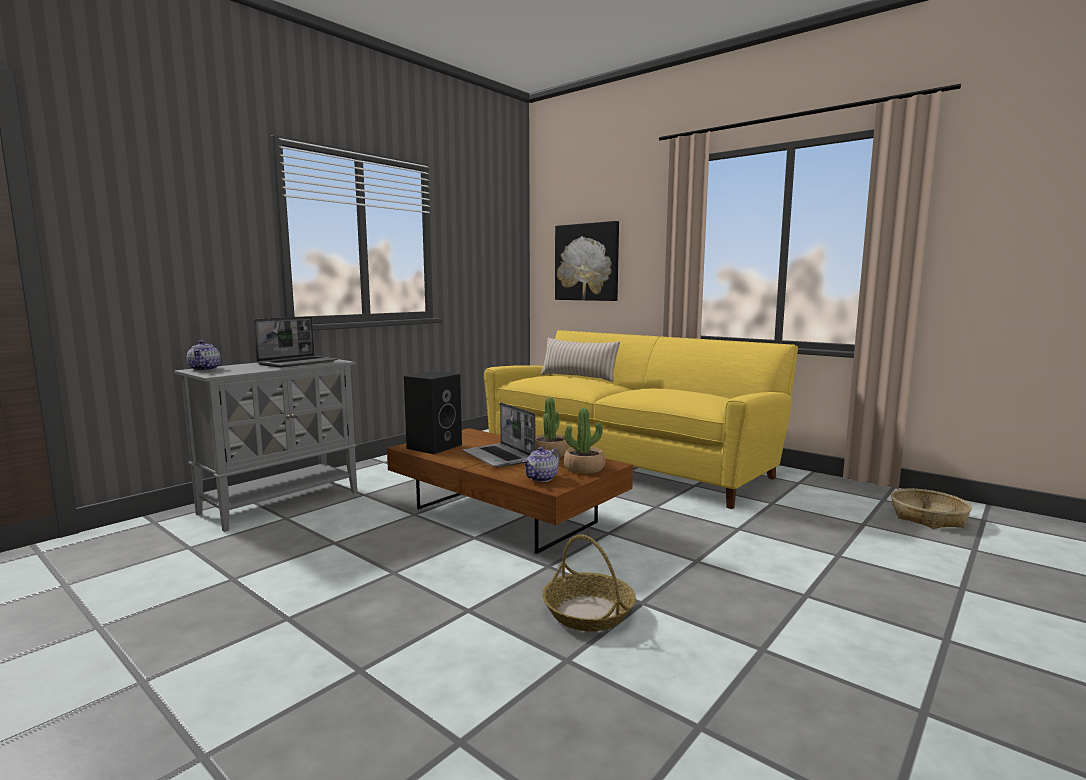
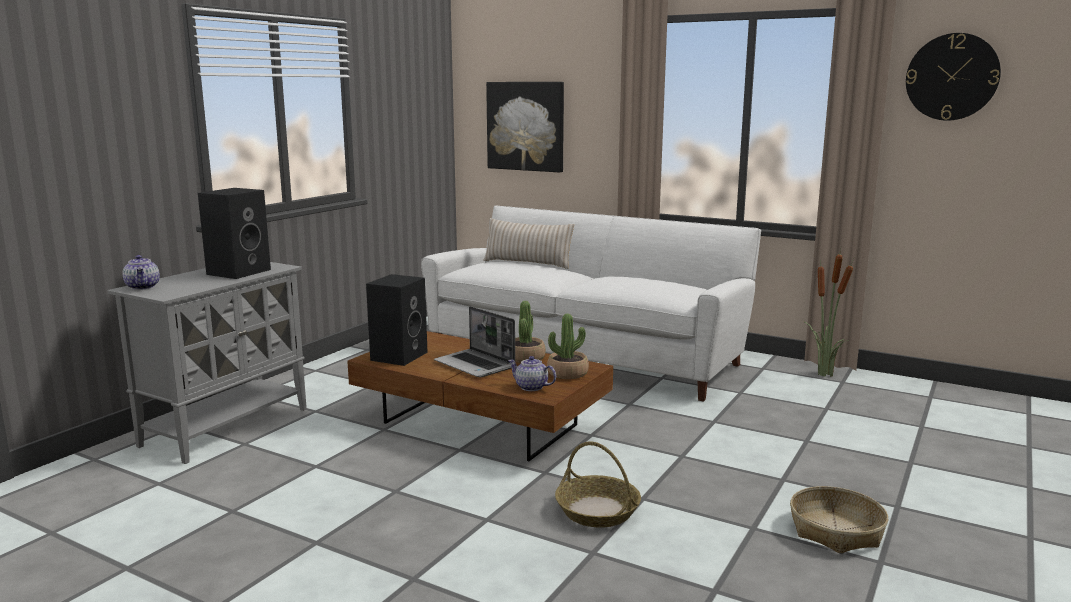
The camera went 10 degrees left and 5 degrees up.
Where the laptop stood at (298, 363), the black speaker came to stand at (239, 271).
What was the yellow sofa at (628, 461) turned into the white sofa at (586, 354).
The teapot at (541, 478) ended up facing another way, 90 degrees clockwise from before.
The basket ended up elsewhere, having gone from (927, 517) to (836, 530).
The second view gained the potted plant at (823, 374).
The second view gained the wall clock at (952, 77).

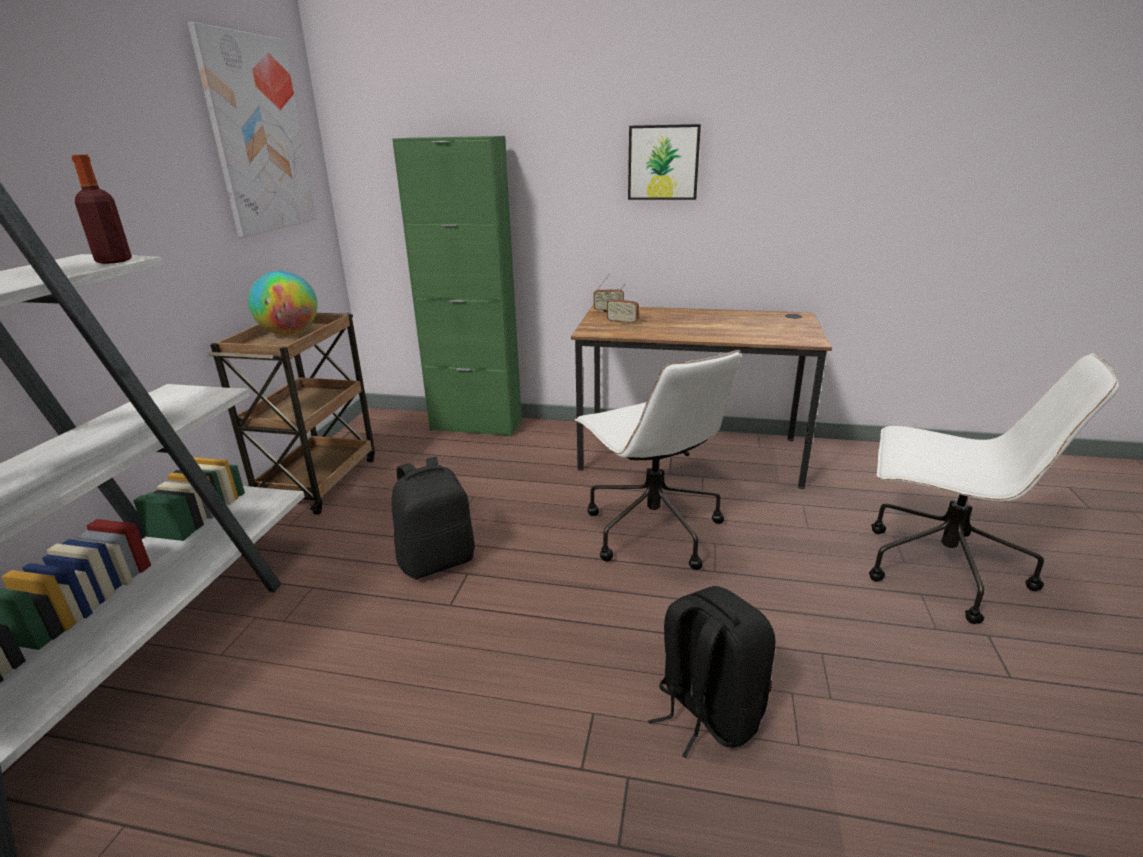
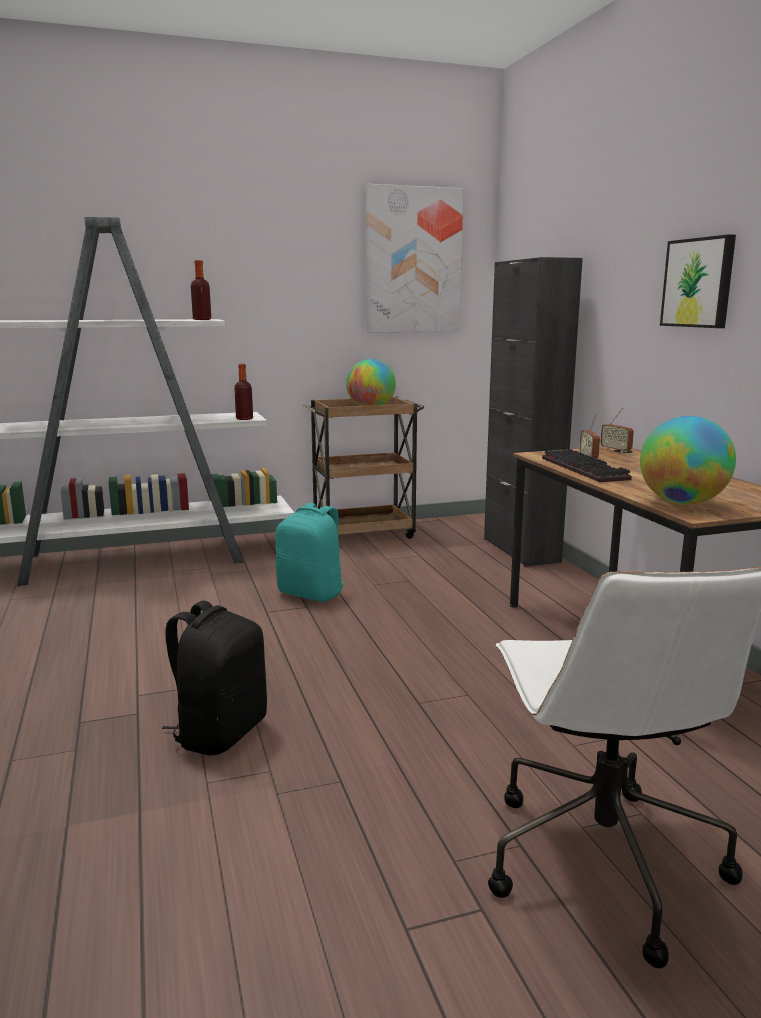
The camera went 60 degrees right and 10 degrees down.
The second view gained the bottle at (244, 419).
What was the black backpack at (437, 560) turned into the turquoise backpack at (312, 593).
What was the green cabinet at (476, 425) turned into the black cabinet at (521, 550).
The second view gained the keyboard at (587, 469).
The second view gained the globe at (682, 503).
The second view lost the white office chair at (651, 529).

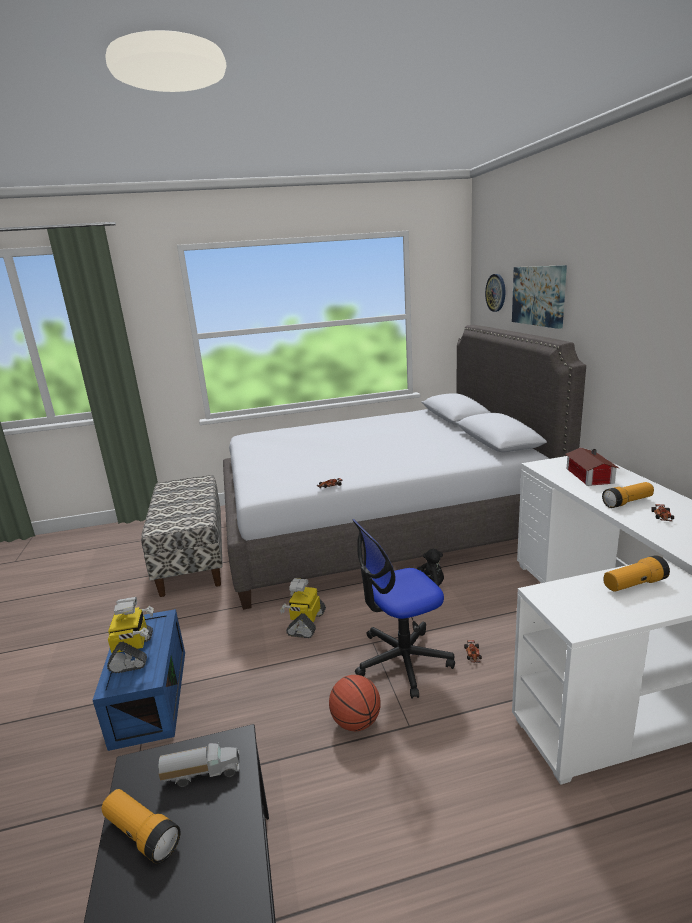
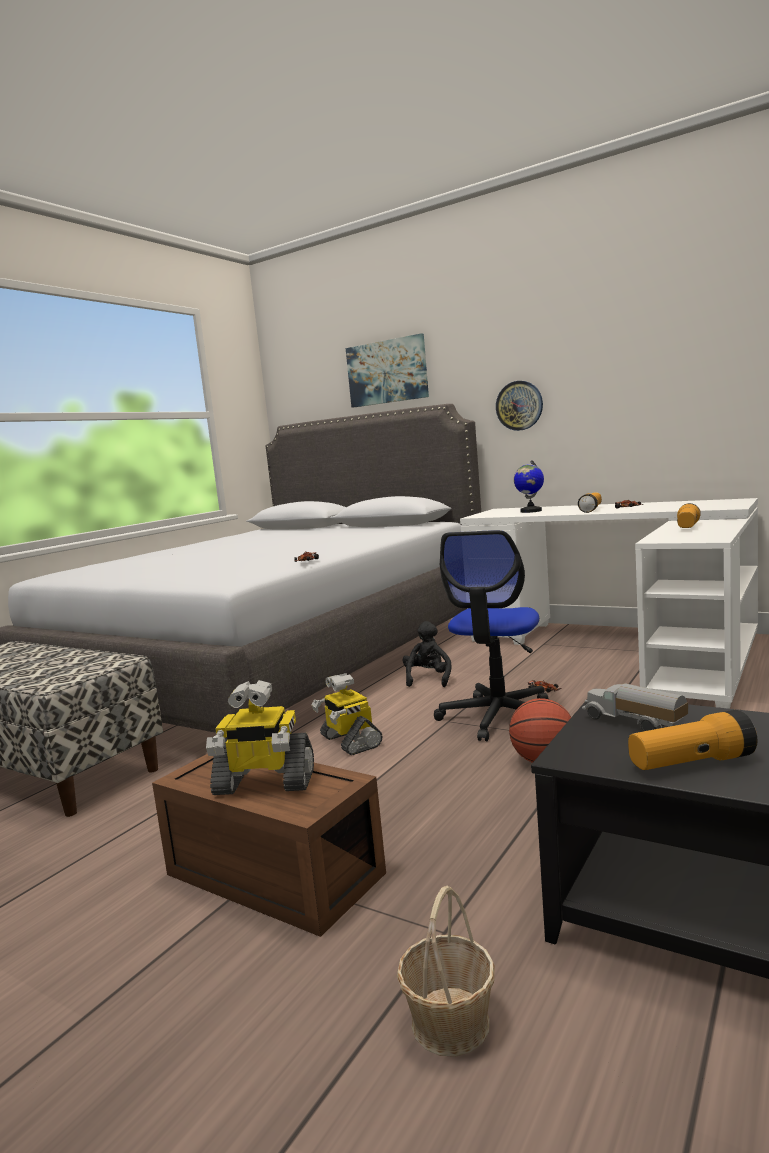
The camera went 45 degrees left and 10 degrees down.
What was the blue storage box at (149, 695) turned into the brown storage box at (269, 875).
The toy robot at (134, 653) ended up facing another way, 150 degrees clockwise from before.
The second view gained the basket at (449, 1023).
The wall clock ended up elsewhere, having gone from (496, 292) to (519, 405).
Where the toy house stood at (589, 476), the globe came to stand at (530, 511).
The toy truck at (202, 772) ended up facing another way, 75 degrees counterclockwise from before.

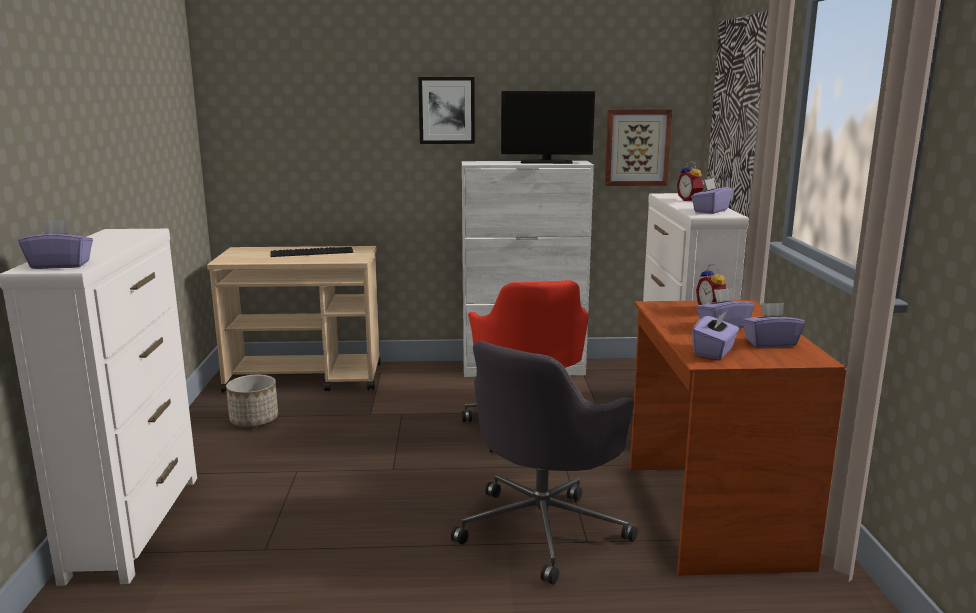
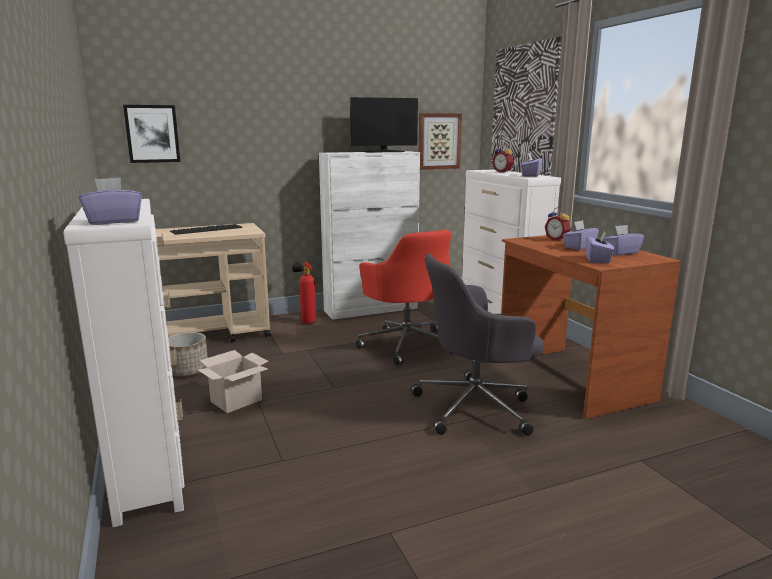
The camera went 20 degrees left and 0 degrees up.
The picture ended up elsewhere, having gone from (446, 110) to (152, 134).
The second view gained the cardboard box at (235, 401).
The second view gained the fire extinguisher at (306, 322).
The grey office chair at (543, 528) ended up facing another way, 60 degrees clockwise from before.

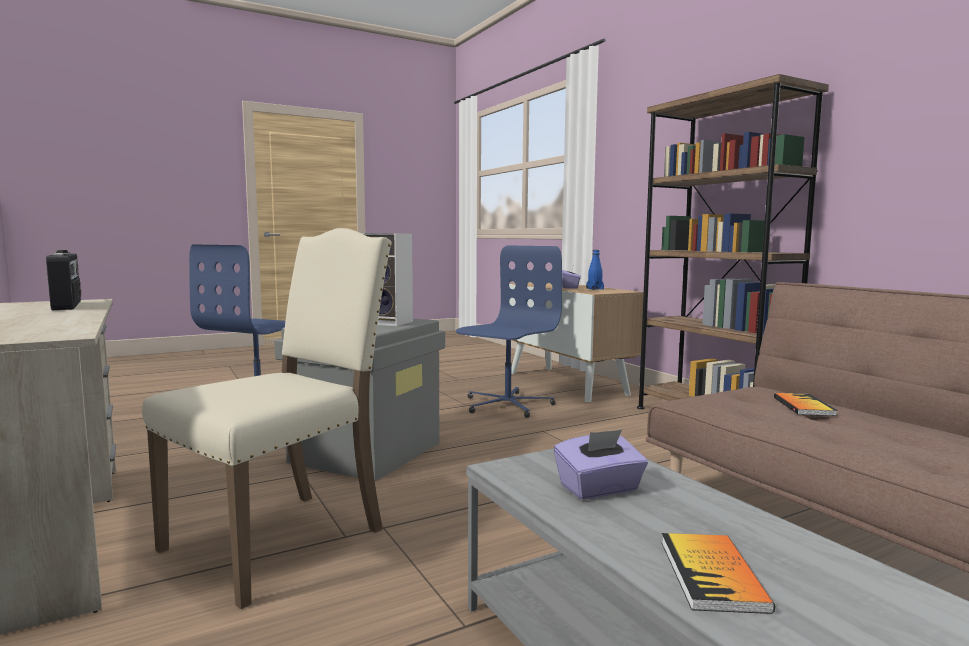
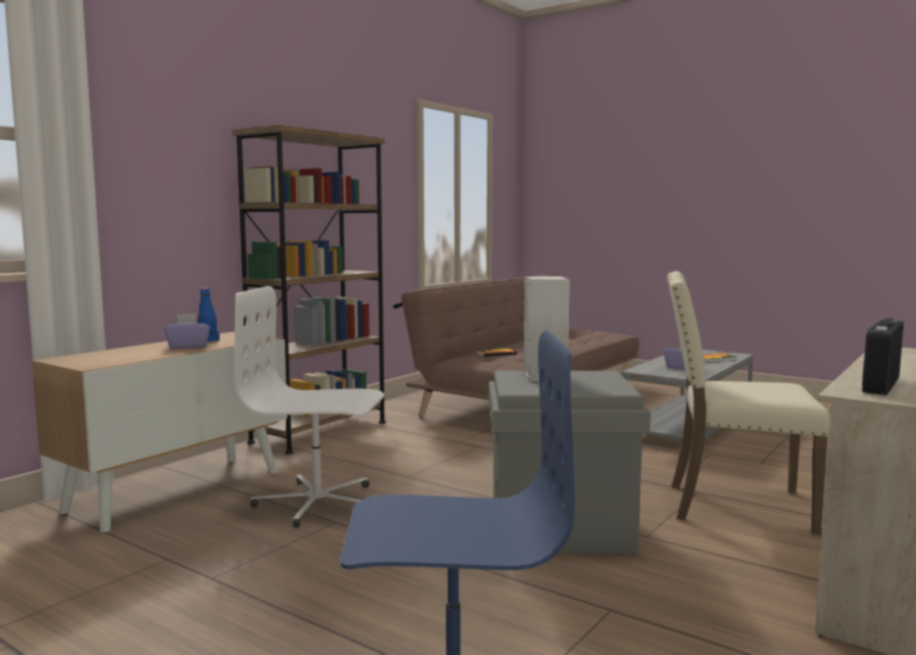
The camera went 115 degrees left and 0 degrees up.
What was the blue office chair at (506, 405) turned into the white office chair at (317, 503).

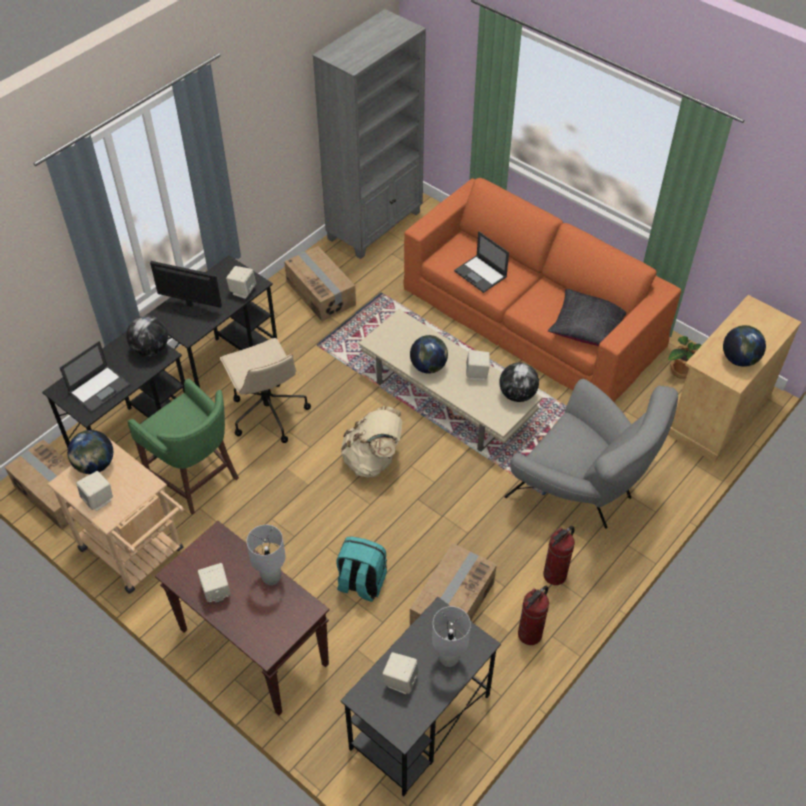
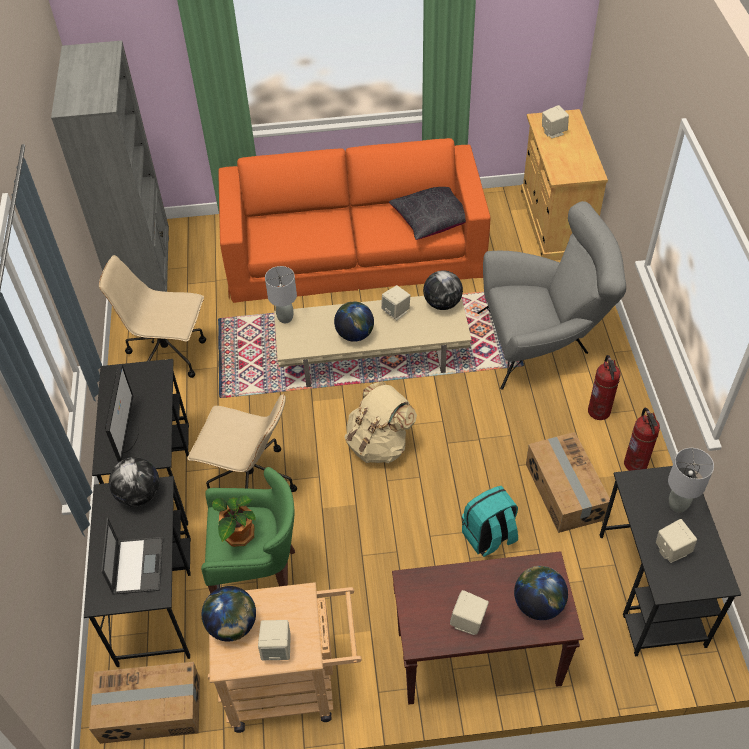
The camera went 45 degrees left and 0 degrees up.
Where the cardboard box stood at (321, 293), the beige office chair came to stand at (169, 355).
The monitor at (189, 307) ended up facing another way, 120 degrees clockwise from before.
The potted plant ended up elsewhere, having gone from (680, 370) to (238, 535).
The grey table lamp ended up elsewhere, having gone from (271, 577) to (285, 318).
The globe ended up elsewhere, having gone from (739, 359) to (538, 605).
The beige speaker ended up elsewhere, having gone from (242, 291) to (553, 132).
The second view lost the laptop at (481, 274).

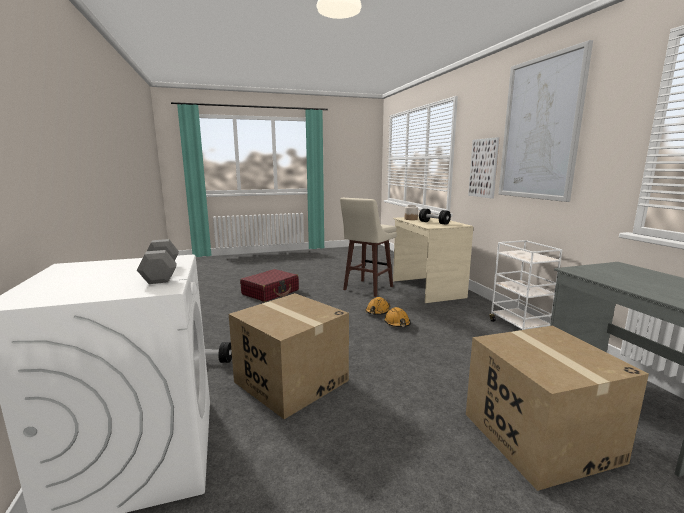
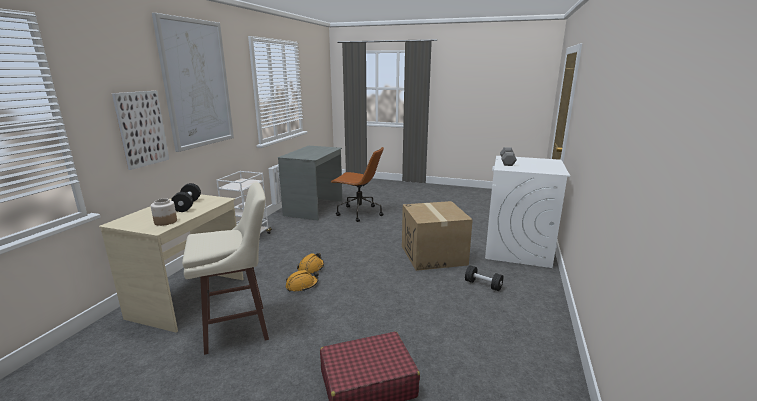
The camera went 145 degrees left and 5 degrees up.
Where the cardboard box stood at (539, 436), the brown office chair came to stand at (358, 213).

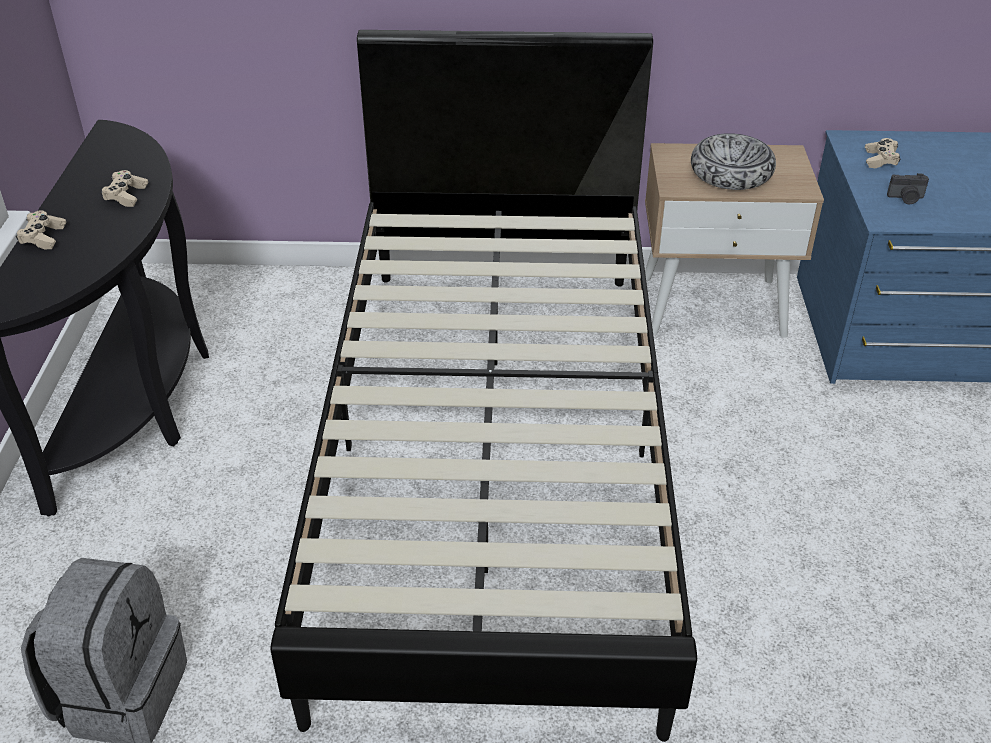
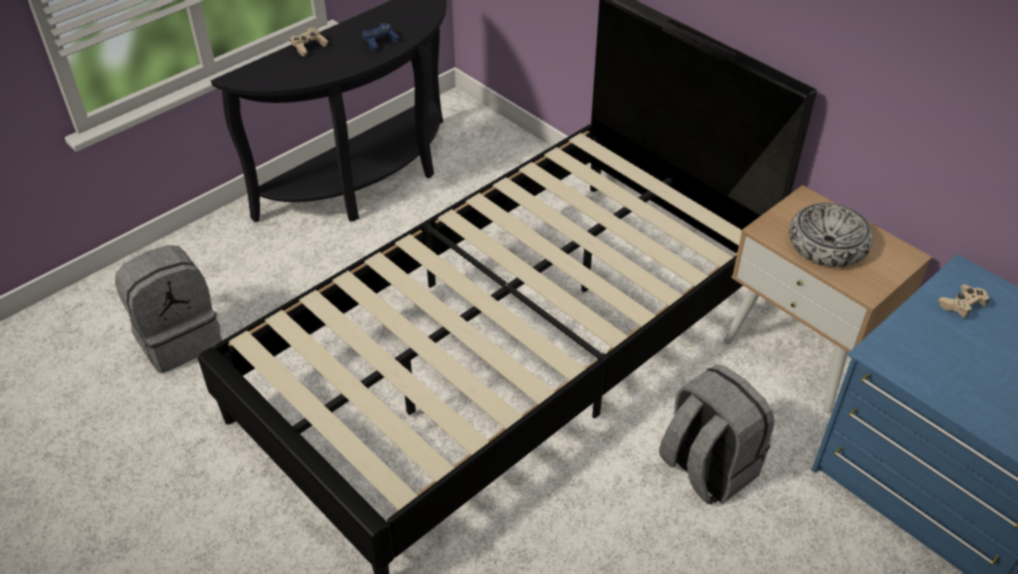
The camera went 45 degrees right and 5 degrees up.
What was the beige game controller at (126, 196) turned into the blue game controller at (380, 42).
The second view gained the grey backpack at (706, 468).
The second view lost the photo camera at (906, 198).

